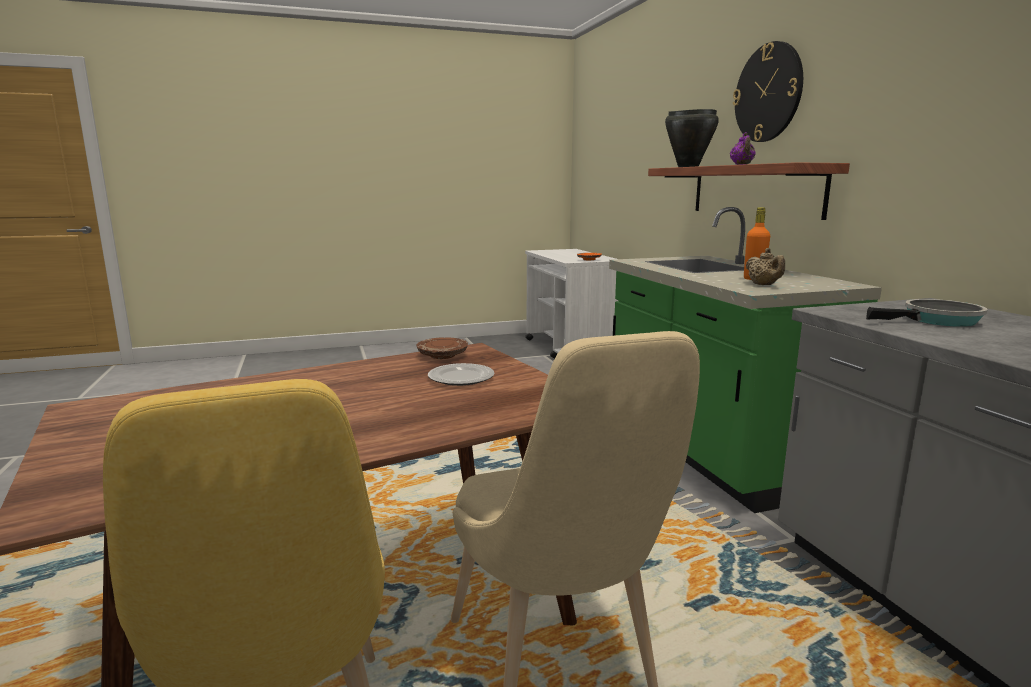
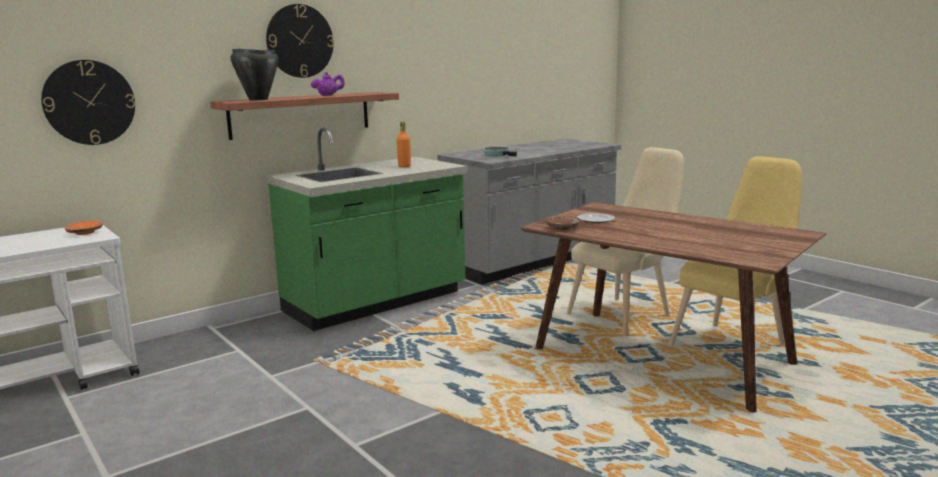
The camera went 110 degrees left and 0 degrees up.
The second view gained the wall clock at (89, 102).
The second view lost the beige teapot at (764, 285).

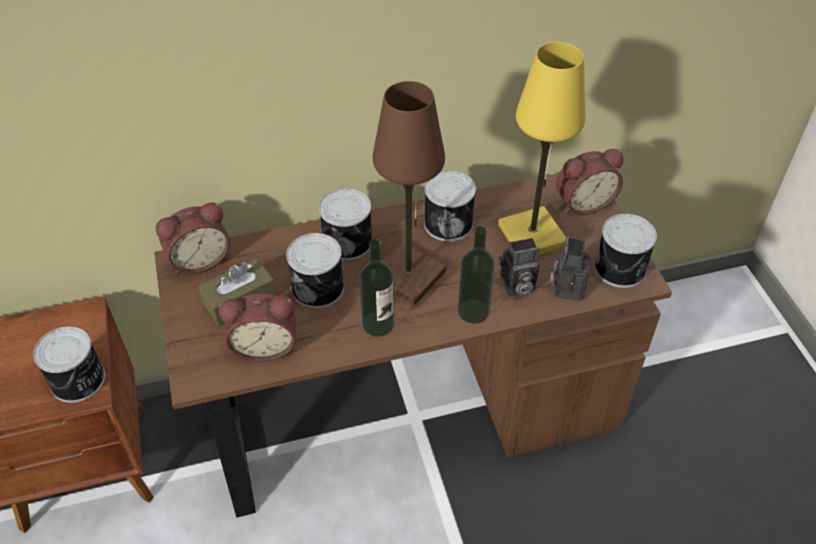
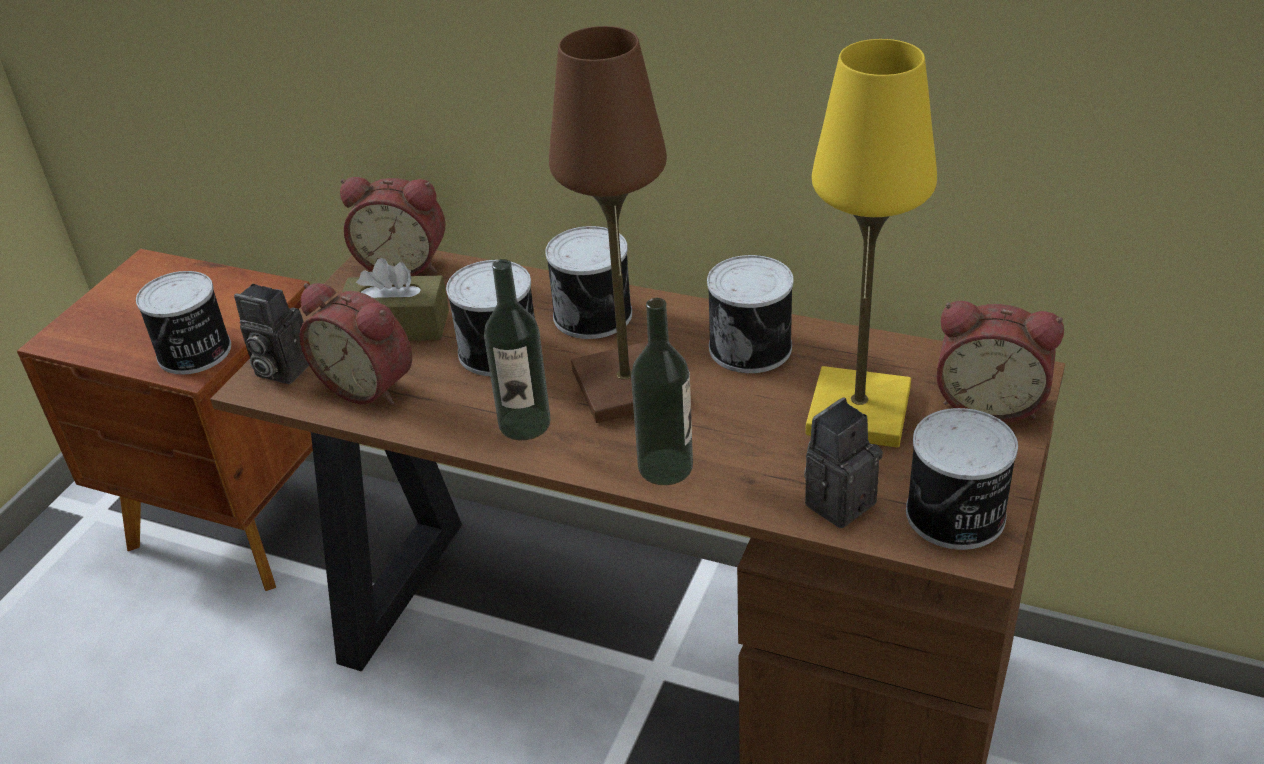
The camera went 40 degrees right and 10 degrees down.
The photo camera ended up elsewhere, having gone from (516, 286) to (279, 369).

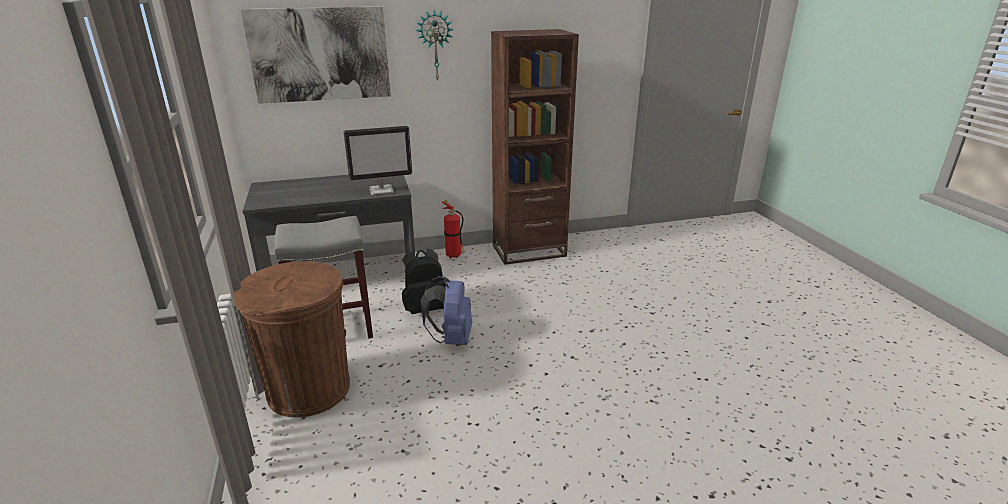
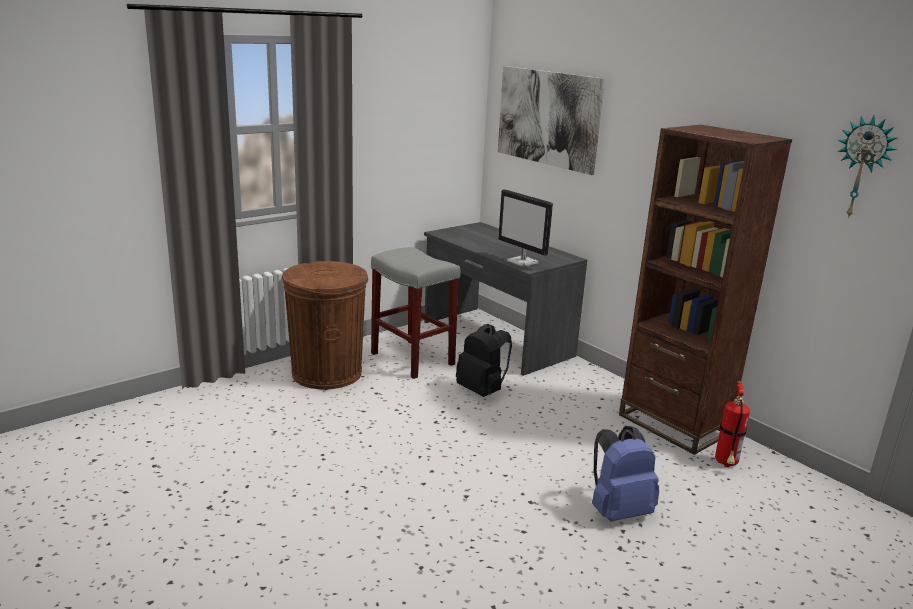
The camera went 65 degrees right and 5 degrees down.
The blue backpack ended up elsewhere, having gone from (451, 339) to (618, 511).
The fire extinguisher ended up elsewhere, having gone from (455, 257) to (726, 464).
The wall clock ended up elsewhere, having gone from (435, 45) to (862, 167).

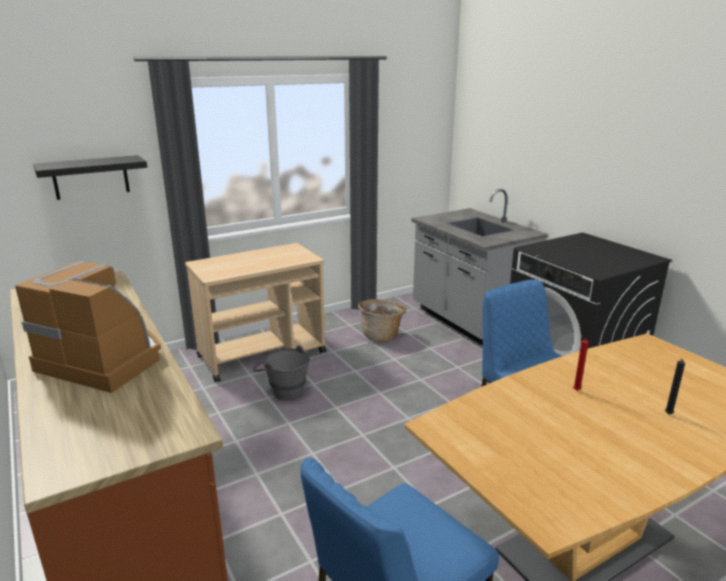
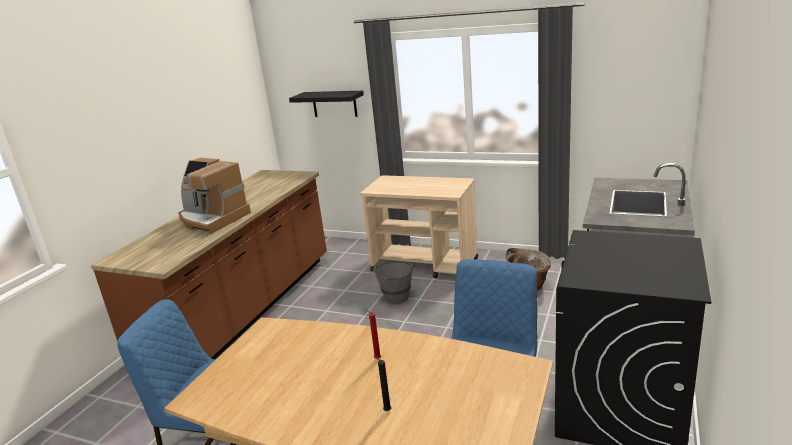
The camera went 55 degrees right and 0 degrees up.
The coffee machine at (104, 359) ended up facing another way, 135 degrees clockwise from before.

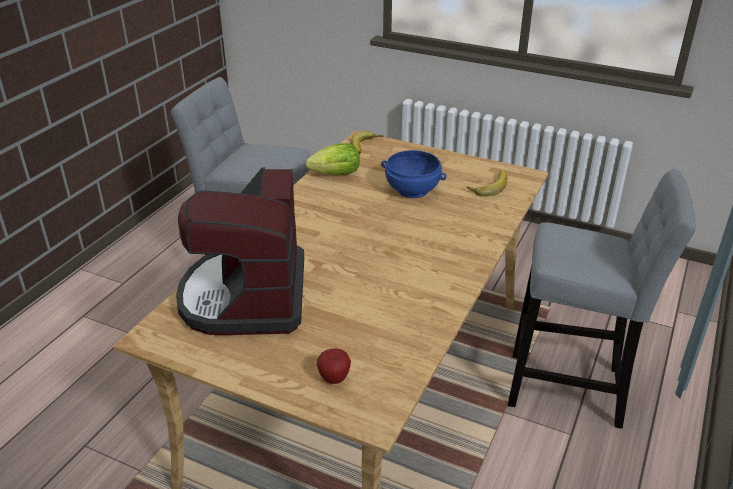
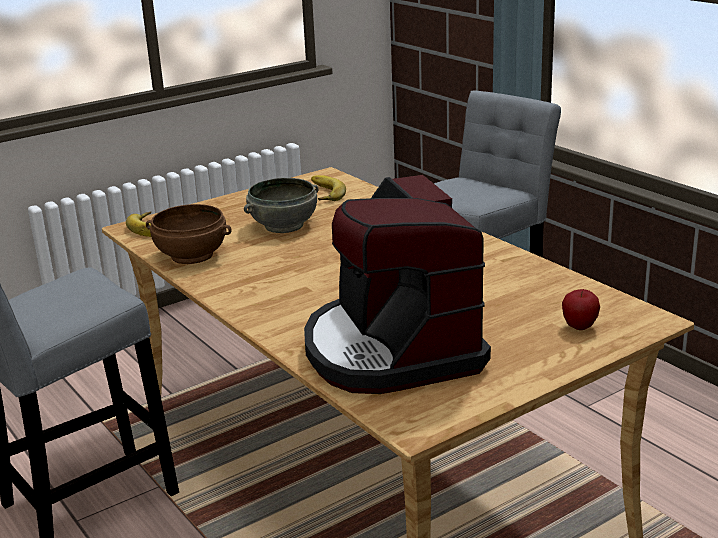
The camera went 60 degrees left and 10 degrees down.
Where the lettuce stood at (336, 174), the brown bowl came to stand at (192, 255).
What was the blue bowl at (413, 190) turned into the grey bowl at (283, 225).
The coffee machine at (246, 297) ended up facing another way, 45 degrees clockwise from before.

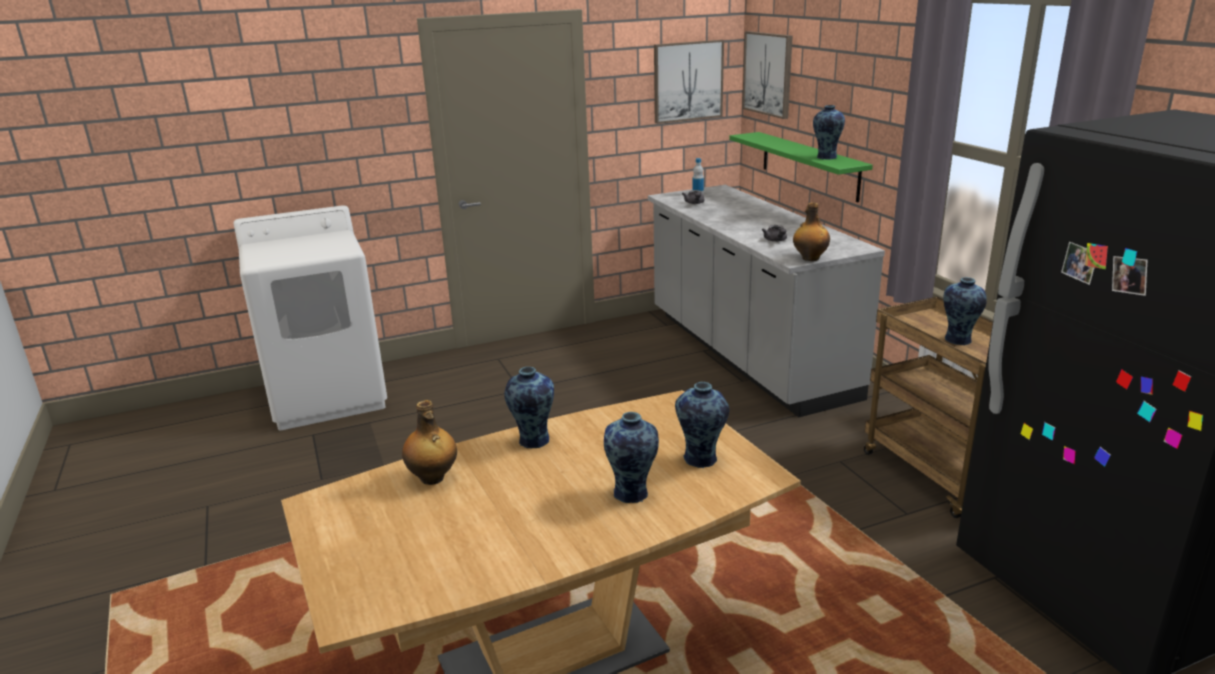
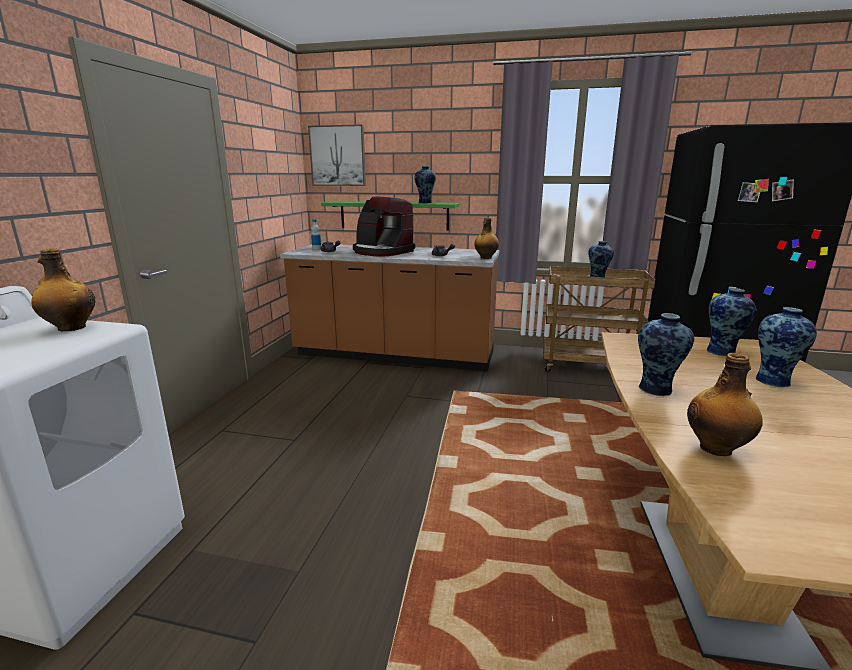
The camera went 55 degrees left and 5 degrees down.
The second view gained the bottle at (70, 328).
What was the grey counter at (747, 354) turned into the brown counter at (394, 355).
The second view gained the coffee machine at (382, 252).
The second view lost the picture at (687, 81).

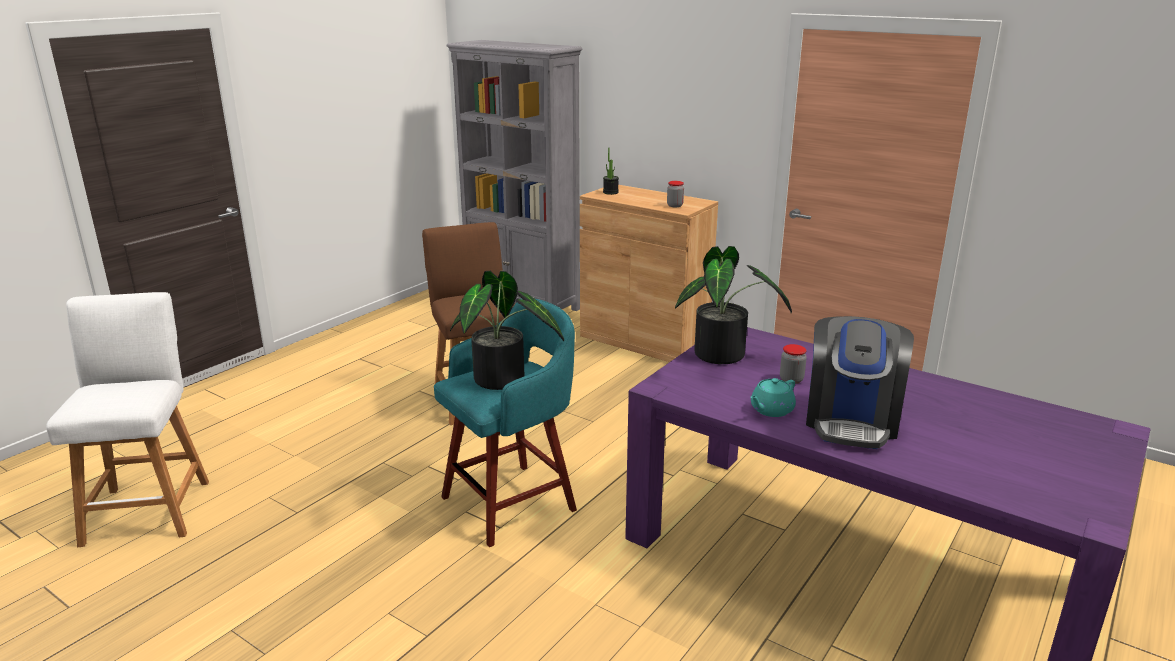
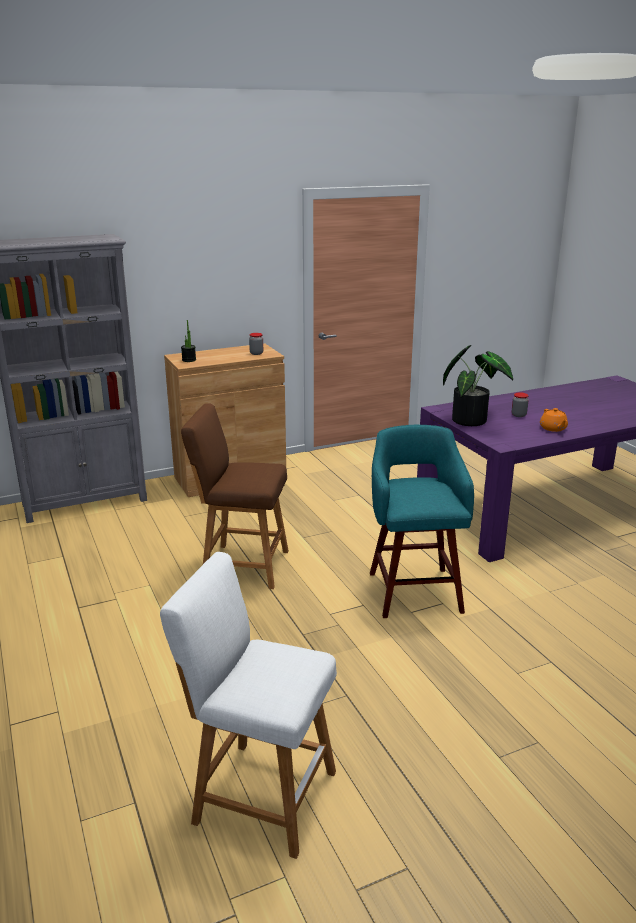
The camera went 60 degrees left and 0 degrees up.
What was the turquoise teapot at (771, 410) turned into the orange teapot at (553, 428).
The second view lost the potted plant at (503, 381).
The second view lost the coffee machine at (851, 420).

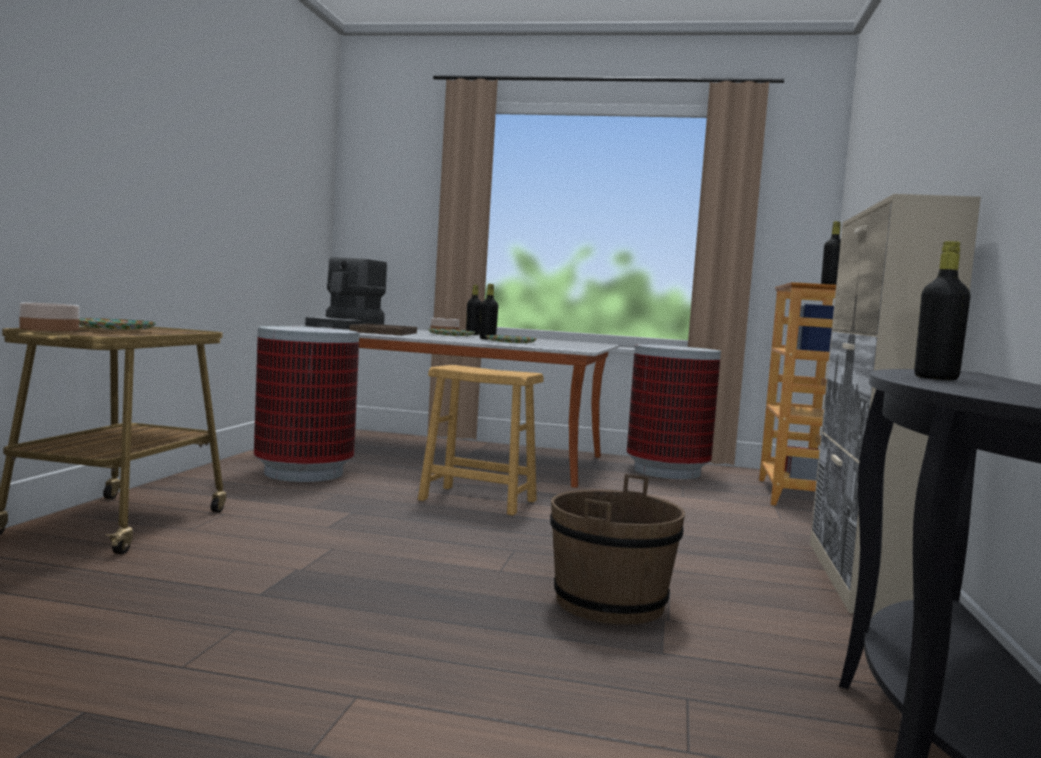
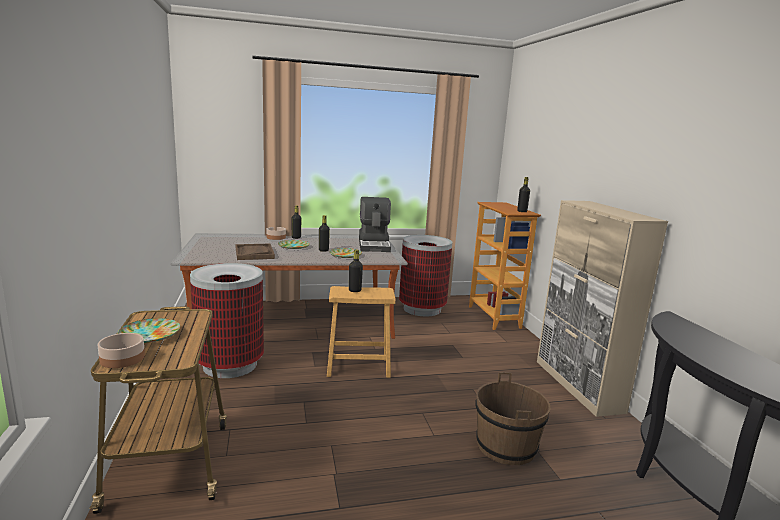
The camera went 25 degrees left and 10 degrees up.
The black bottle ended up elsewhere, having gone from (936, 378) to (355, 290).
The coffee machine ended up elsewhere, having gone from (347, 327) to (374, 245).

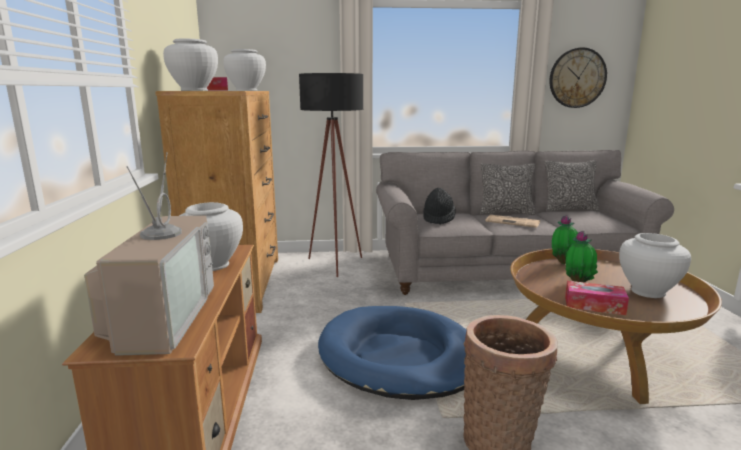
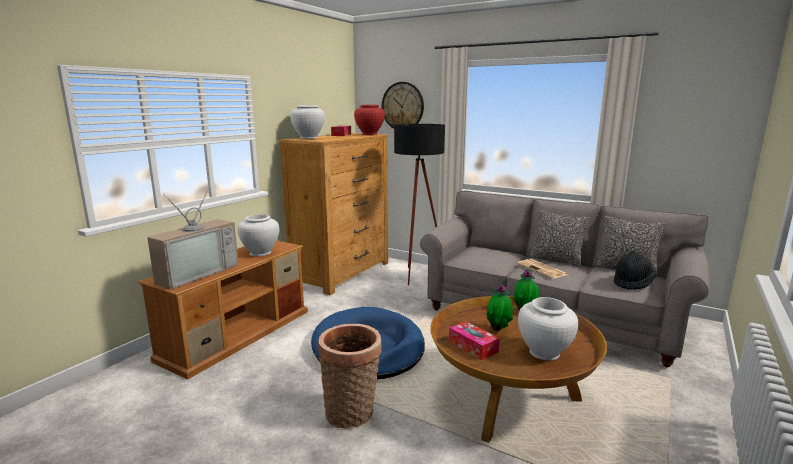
The camera went 35 degrees right and 0 degrees up.
What was the white vase at (246, 90) turned into the red vase at (369, 134).
The wall clock ended up elsewhere, having gone from (577, 78) to (402, 106).
The black hat ended up elsewhere, having gone from (438, 219) to (632, 283).

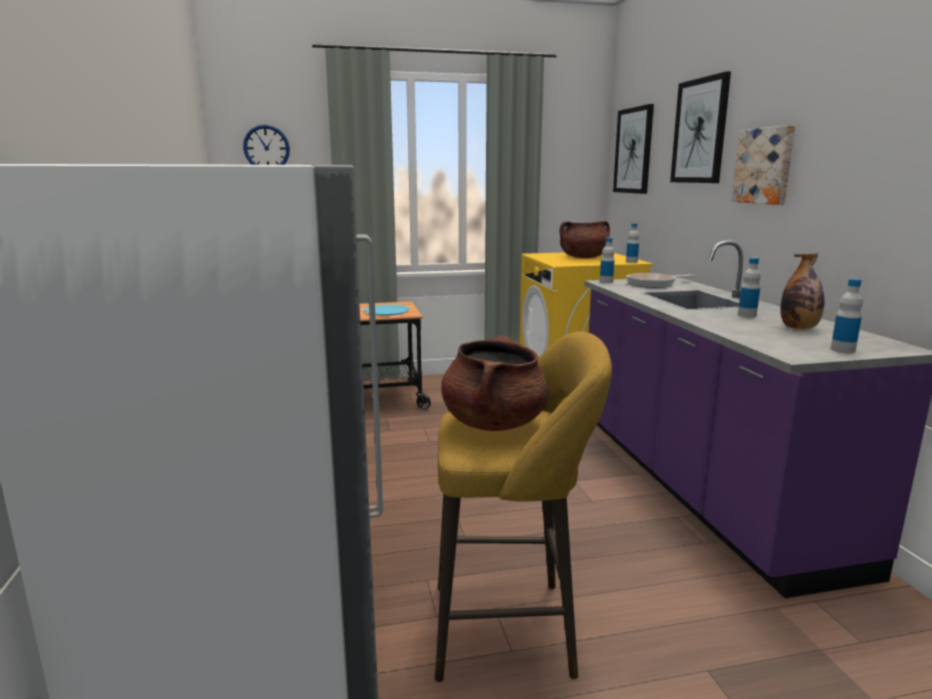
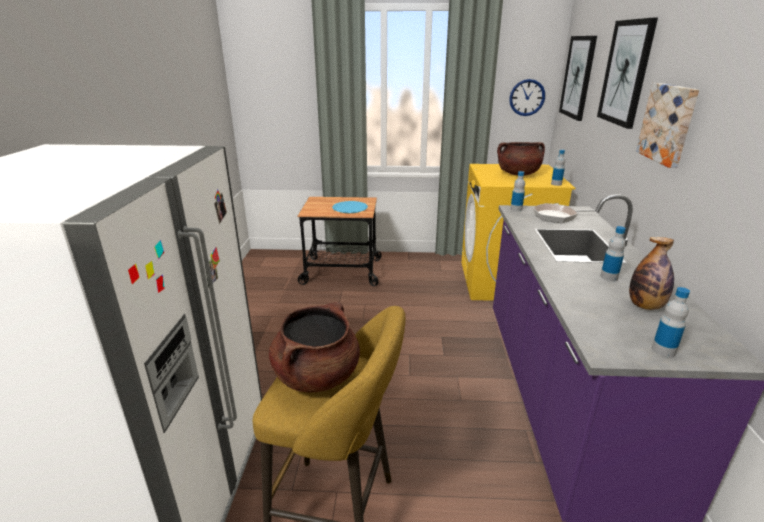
The camera went 15 degrees right and 10 degrees up.
The wall clock ended up elsewhere, having gone from (266, 148) to (527, 97).

